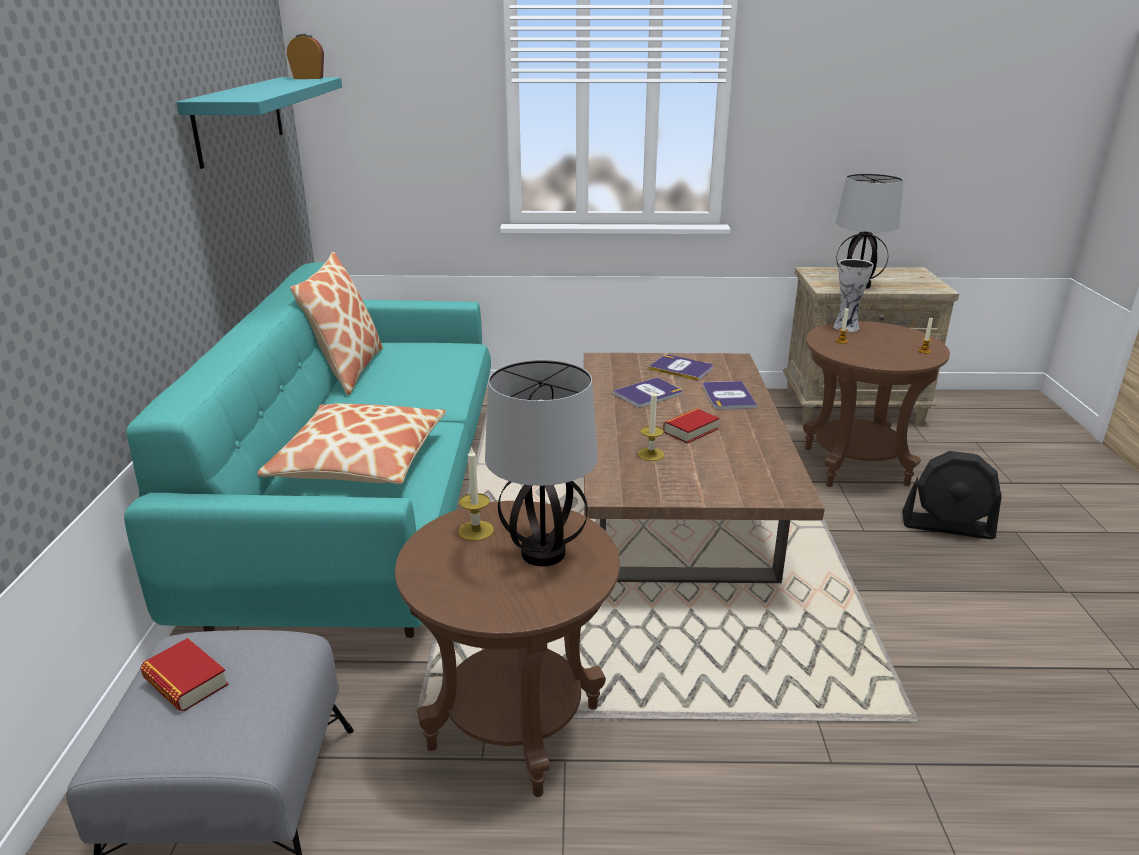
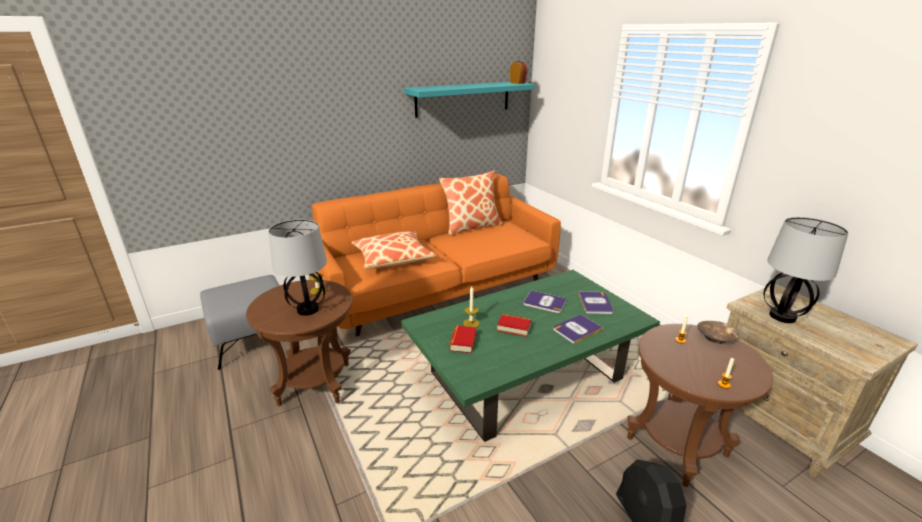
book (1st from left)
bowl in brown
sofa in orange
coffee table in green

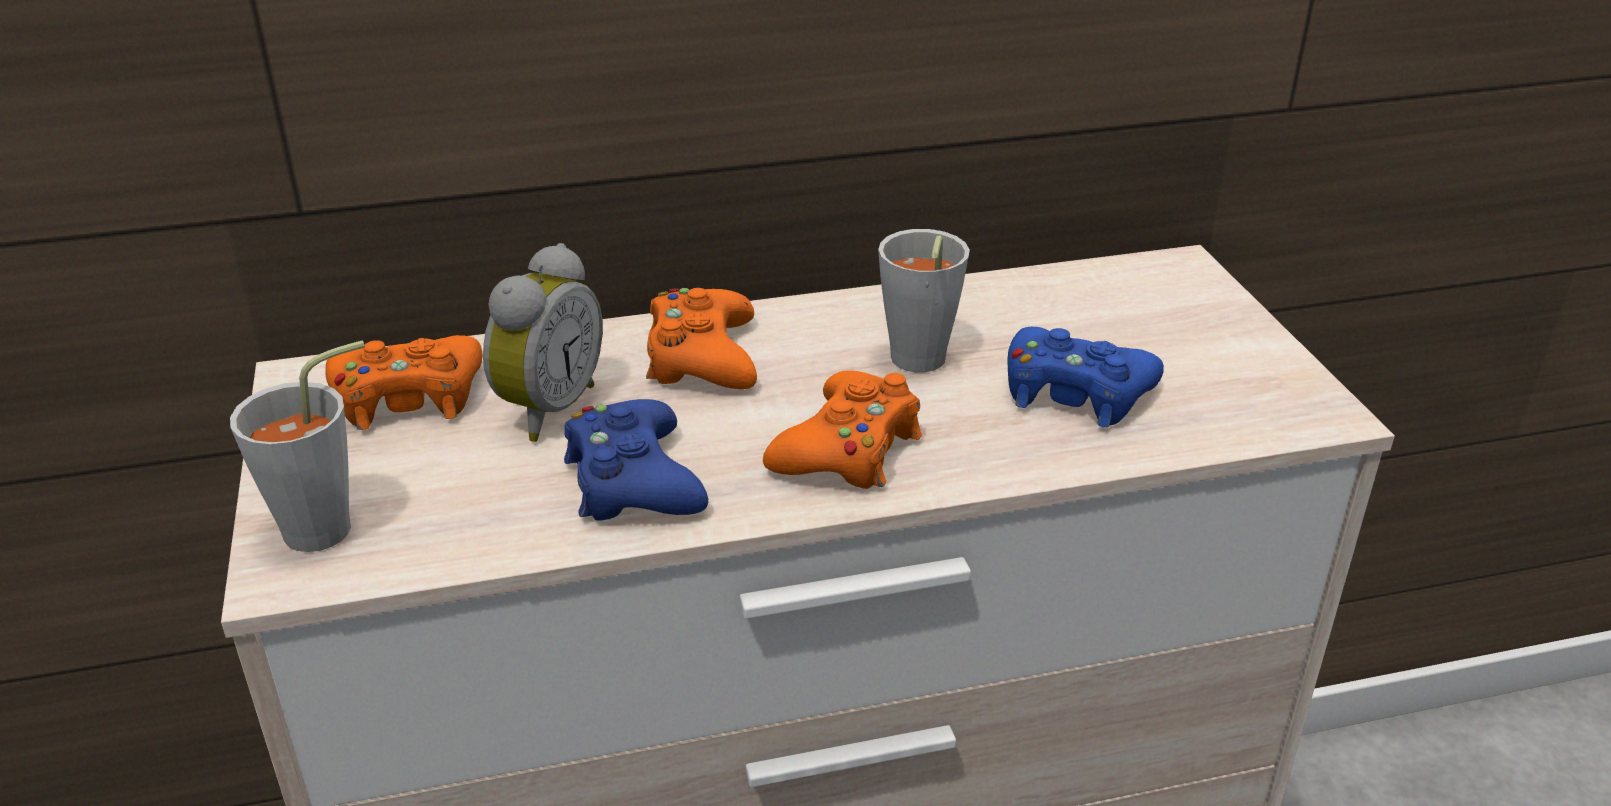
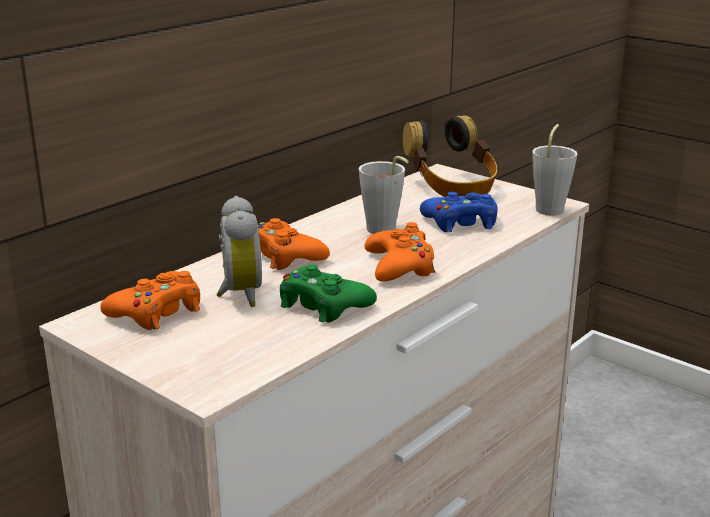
headphones
cup in grey (2nd from left)
game controller in green

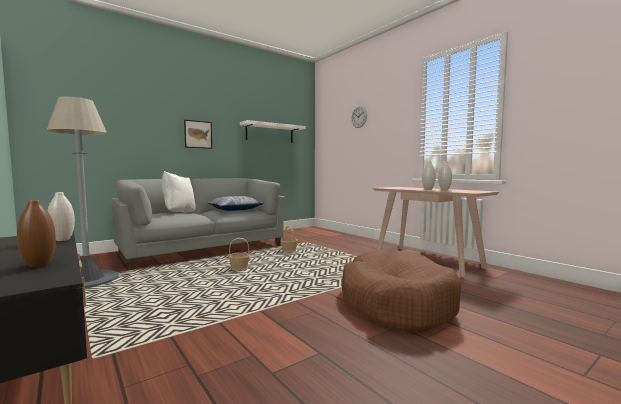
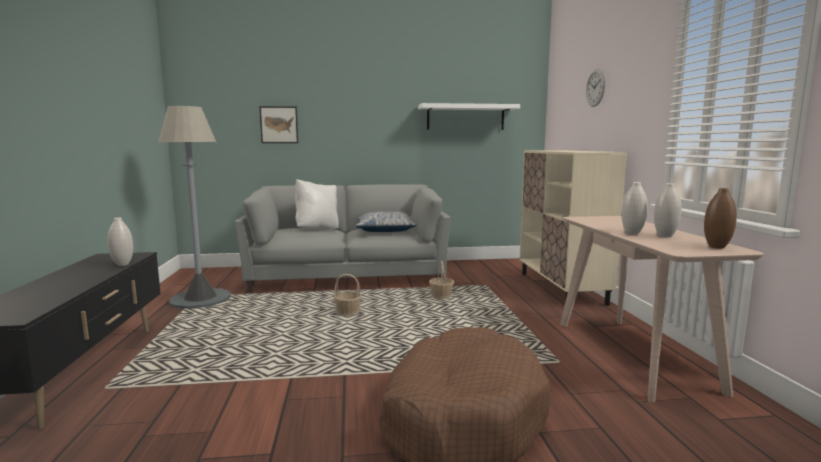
cabinet in beige
vase in brown
picture

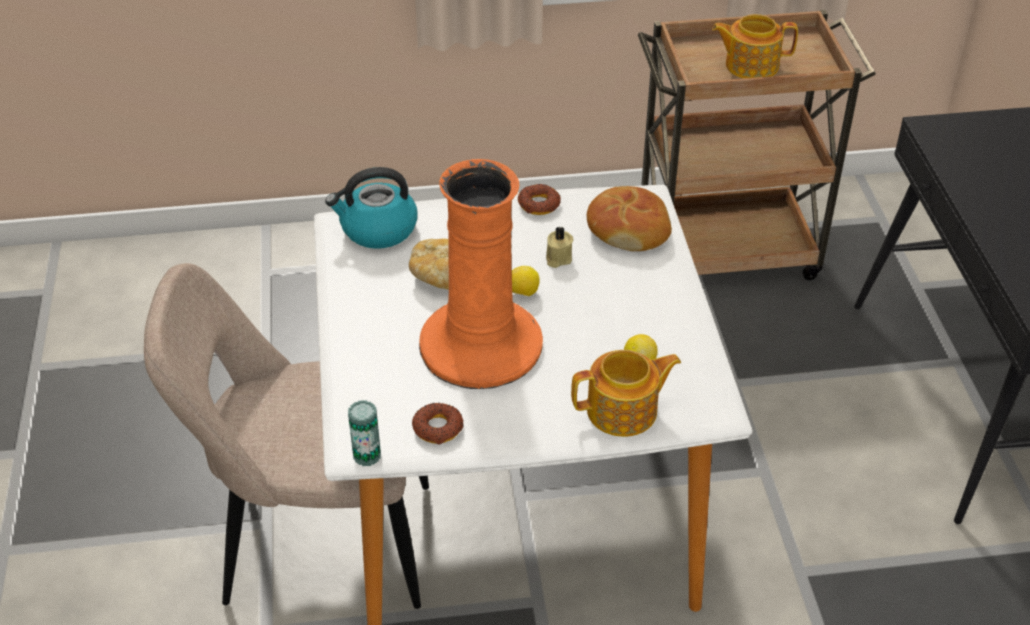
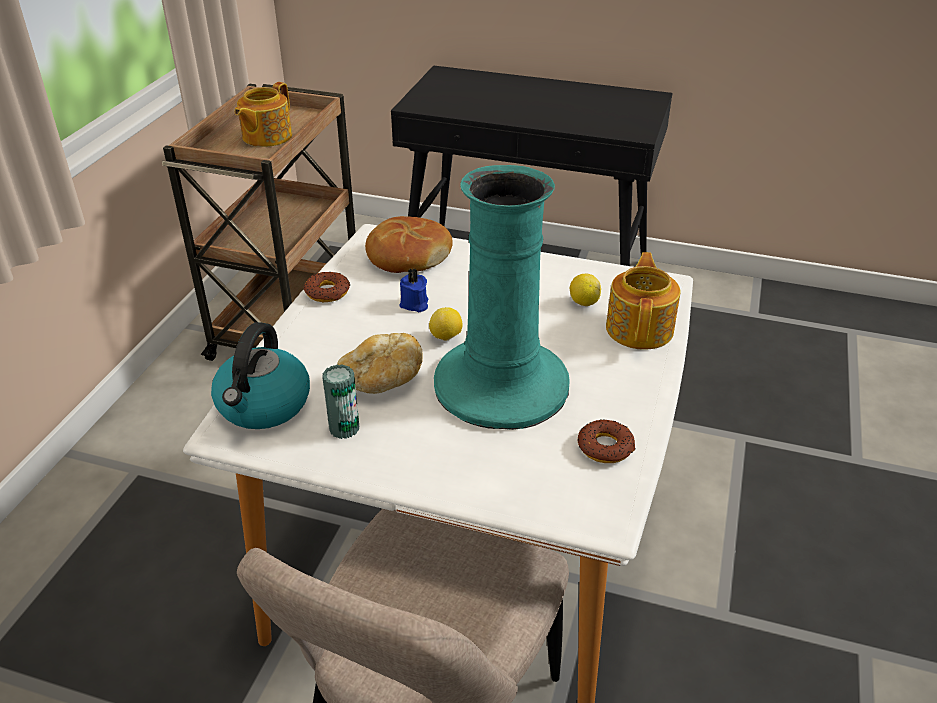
can
vase in turquoise
candle in blue

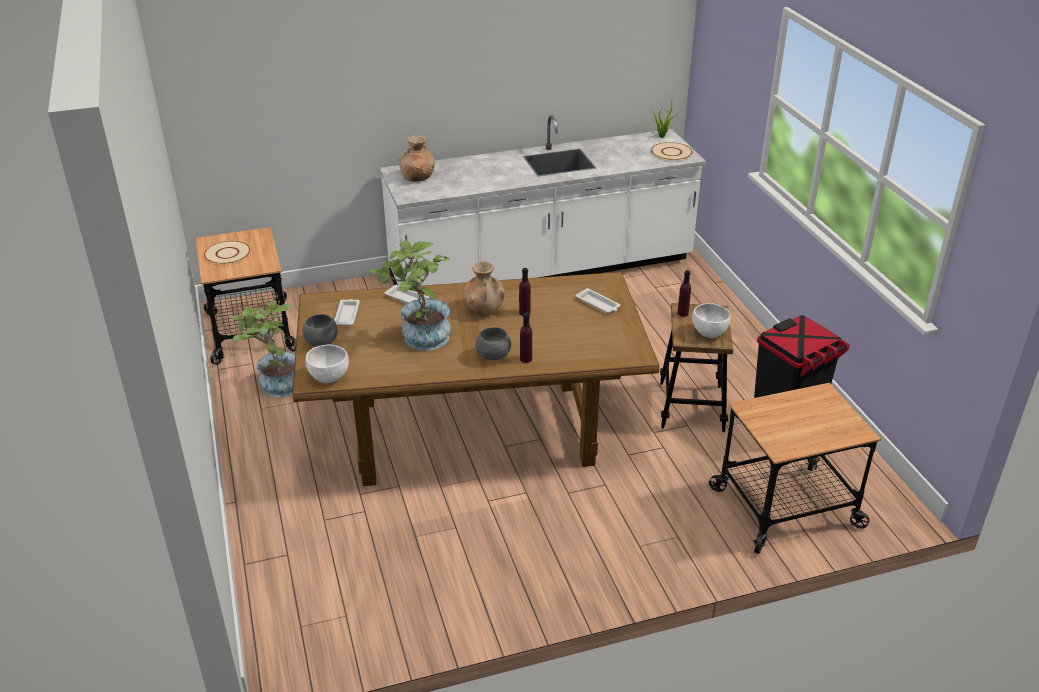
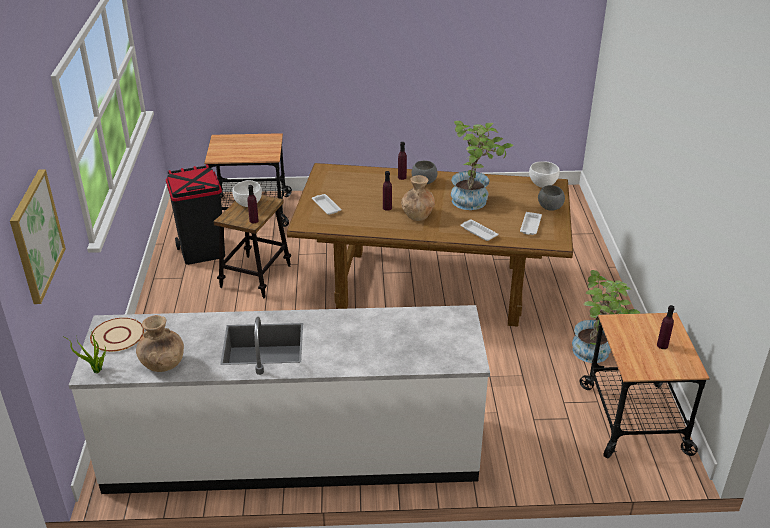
picture
vase in brown (1st from left)
bottle in purple (4th from left)

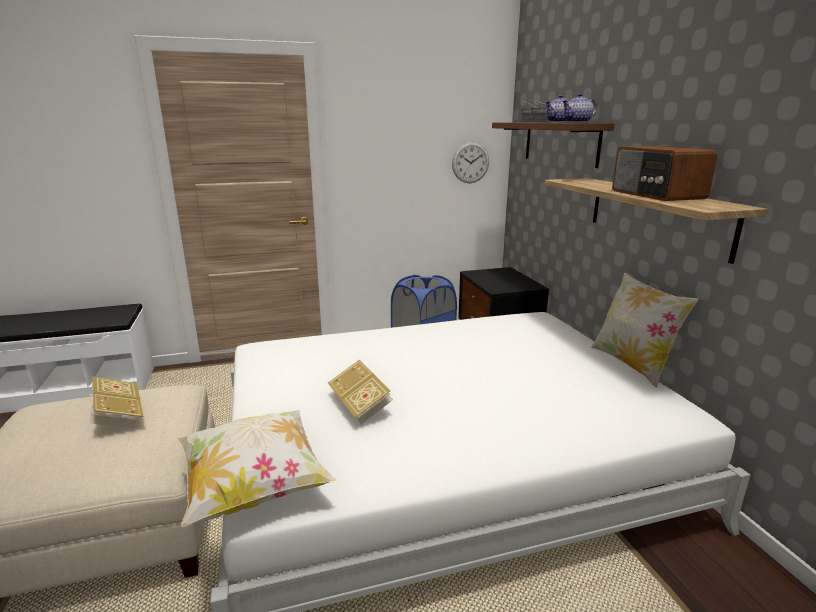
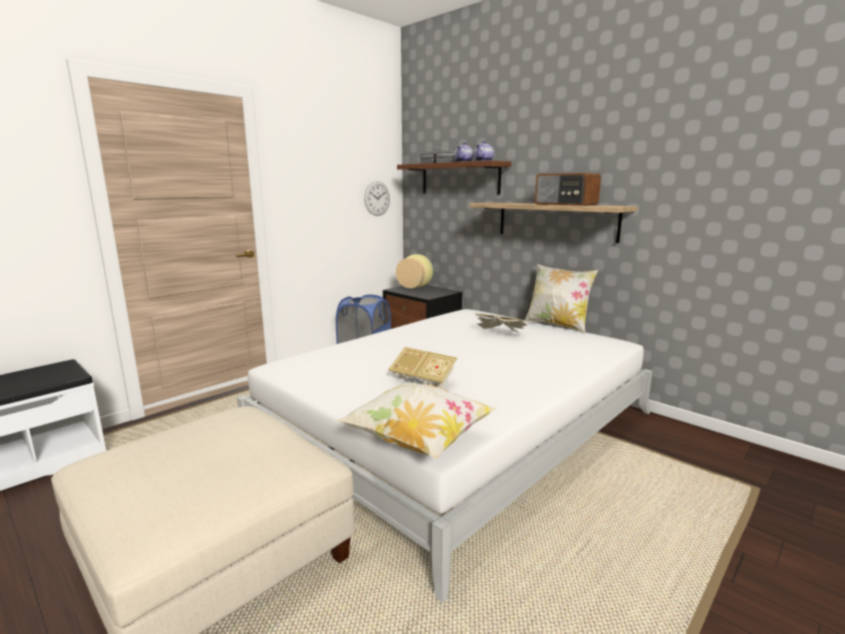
vase
book (2nd from left)

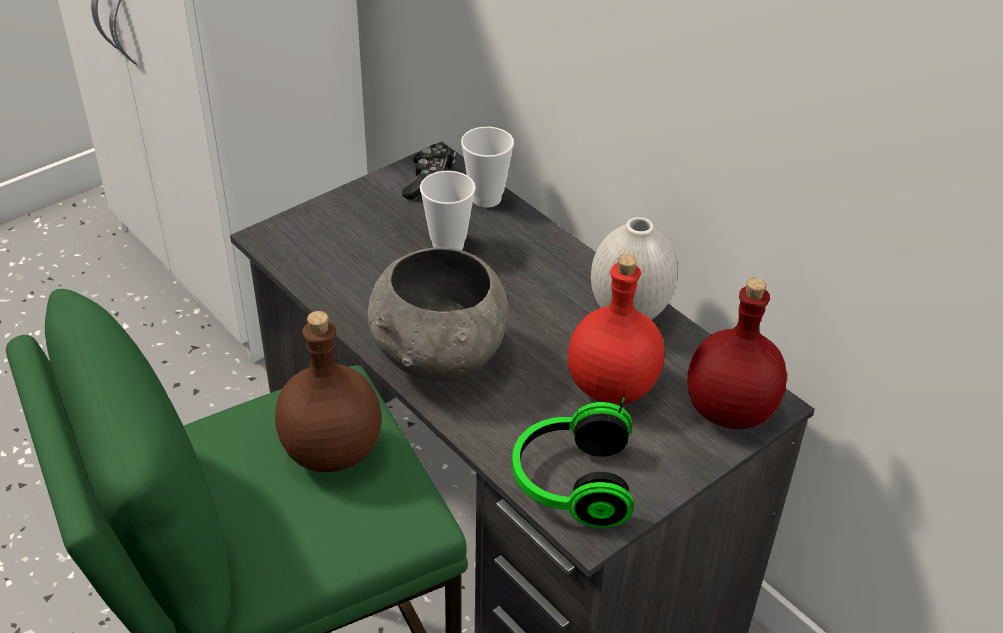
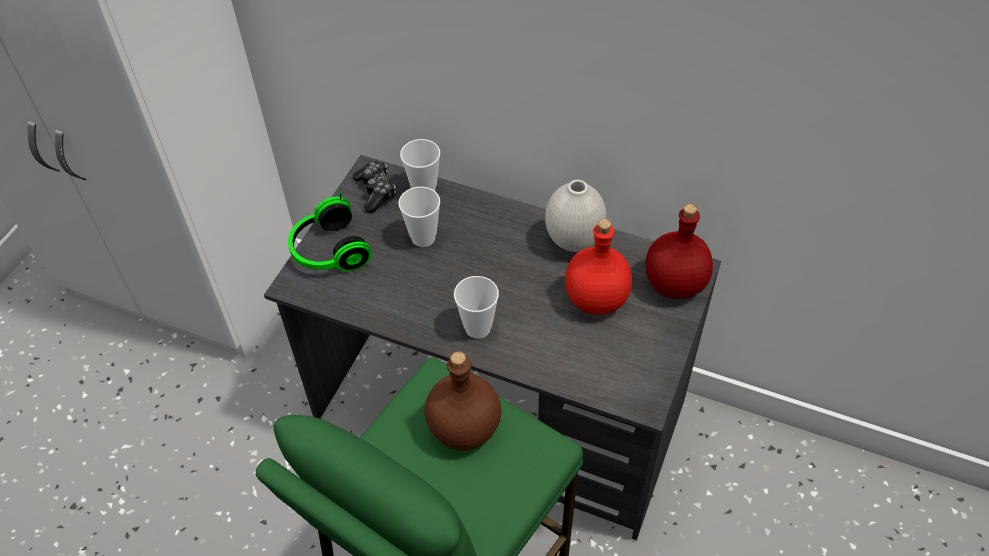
headphones
cup (3rd from left)

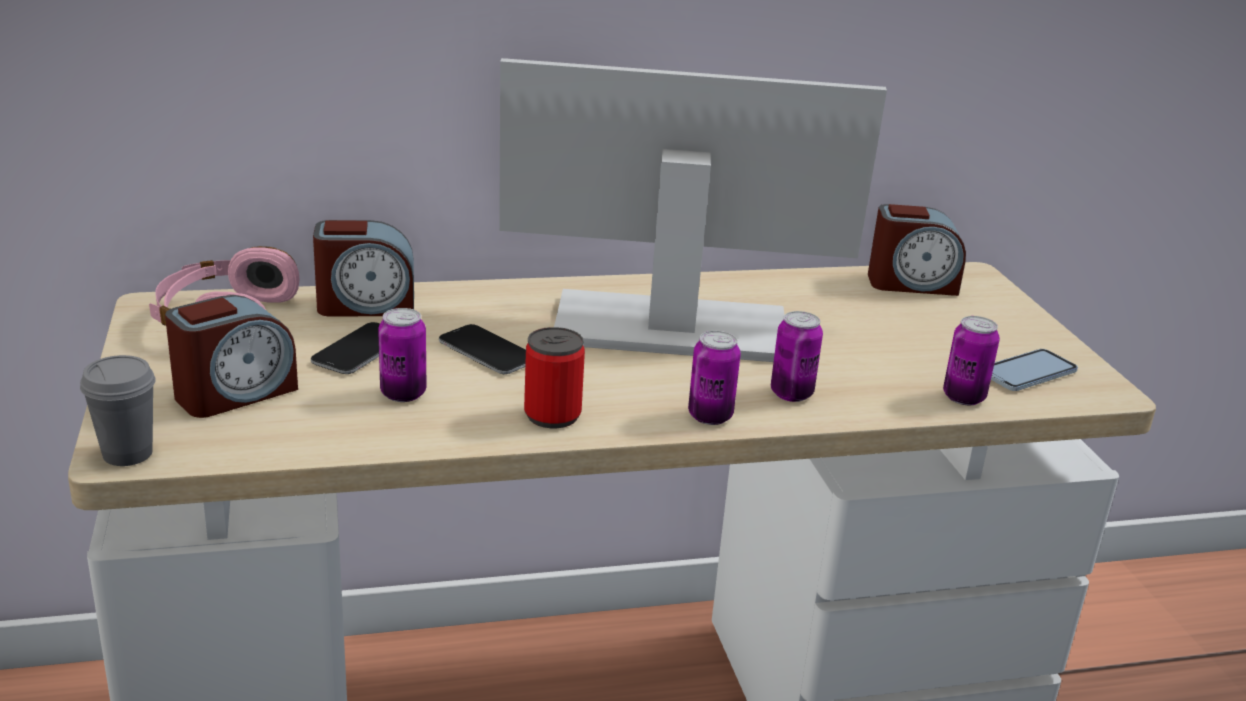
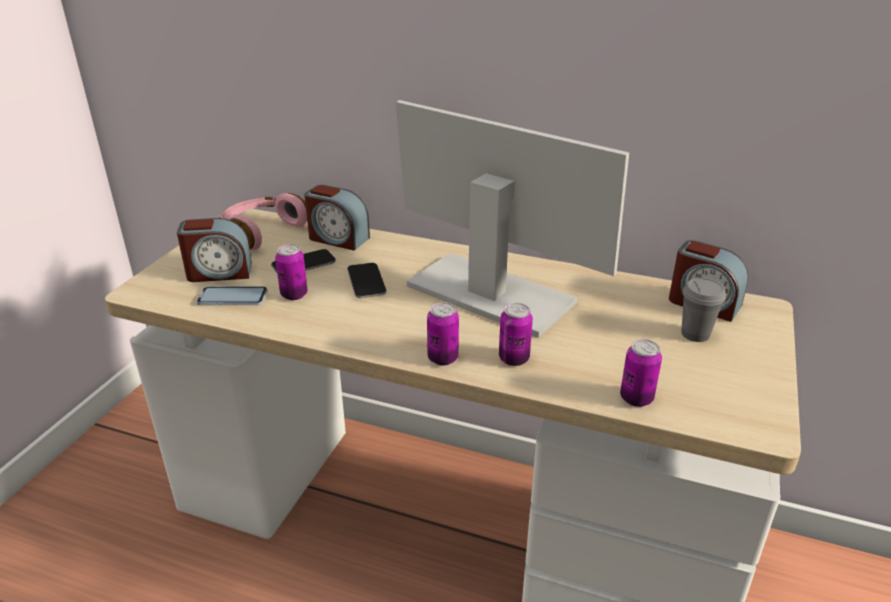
can (2nd from left in the first image)
cup in grey
phone (1st from left)

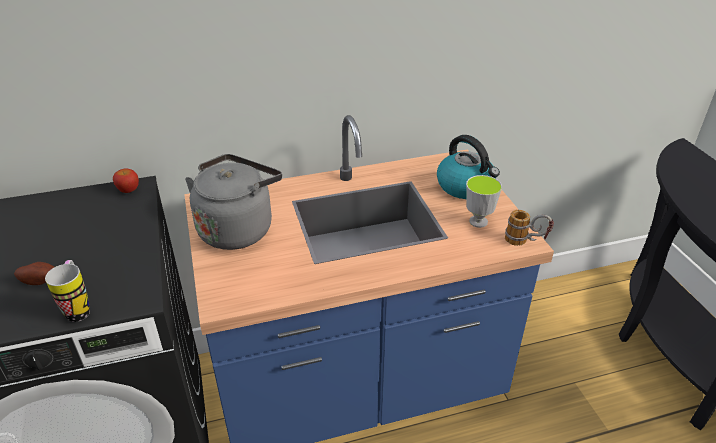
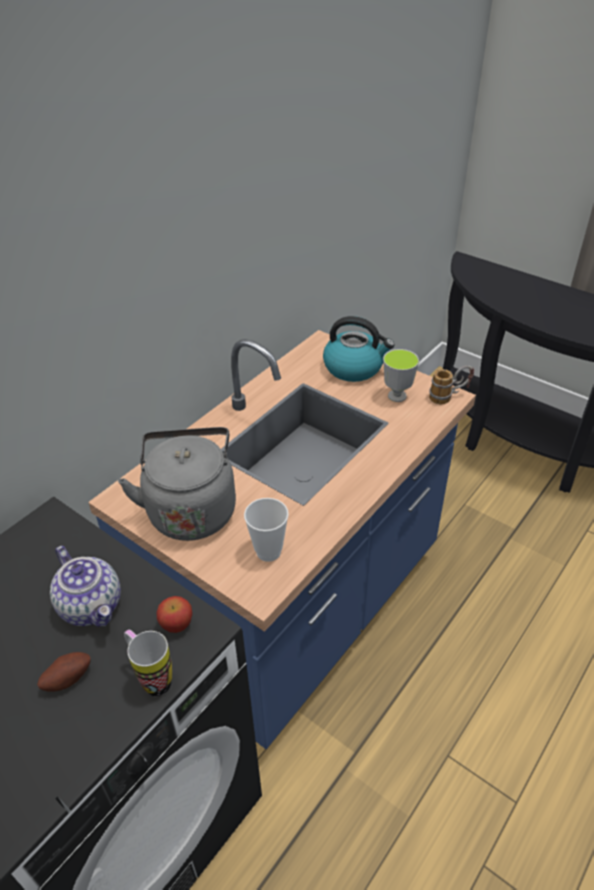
teapot
cup (1st from left)
apple

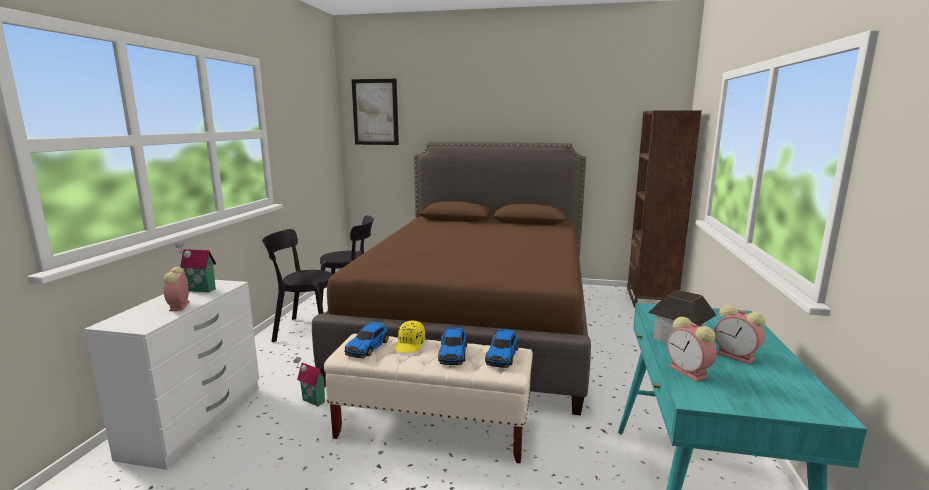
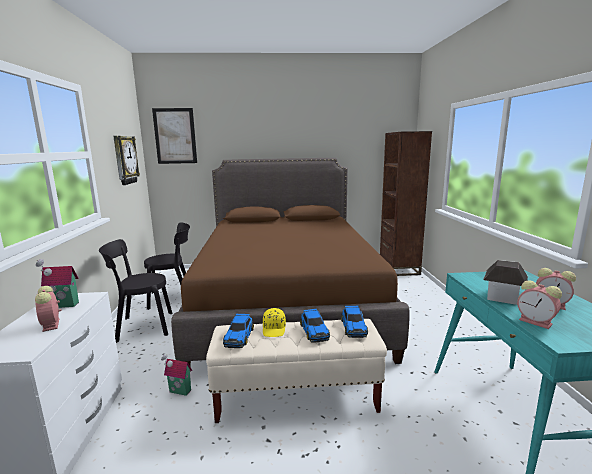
wall clock

